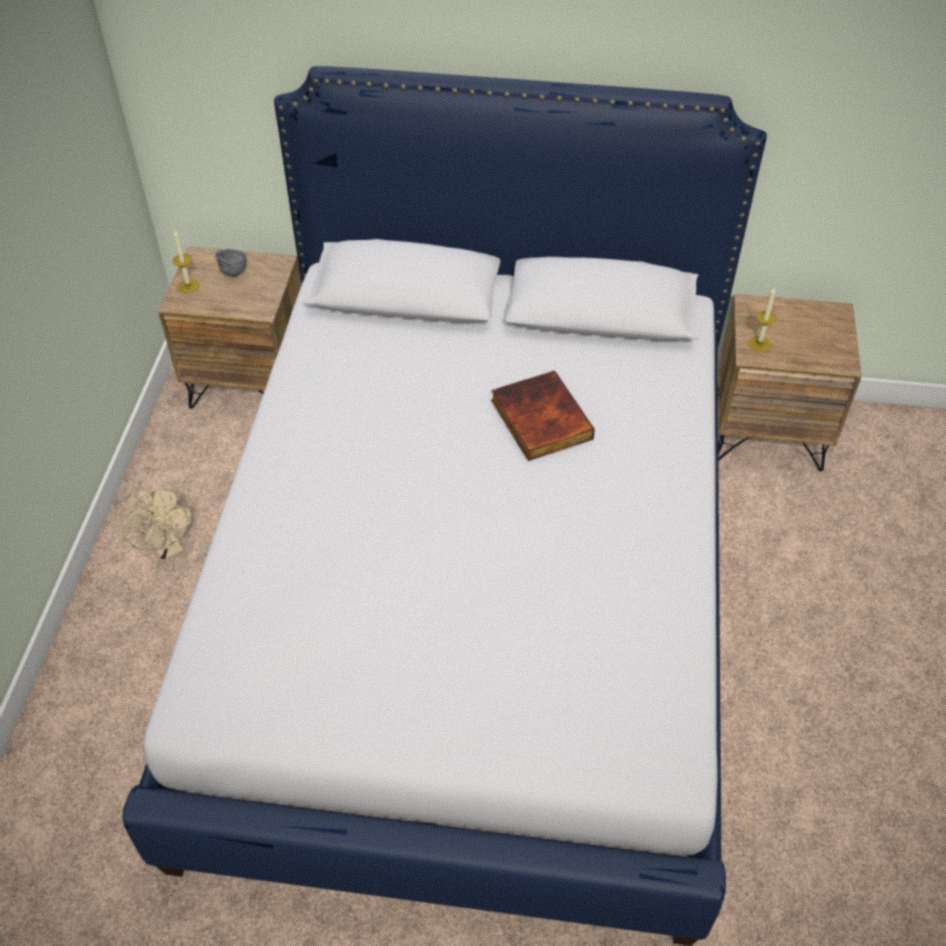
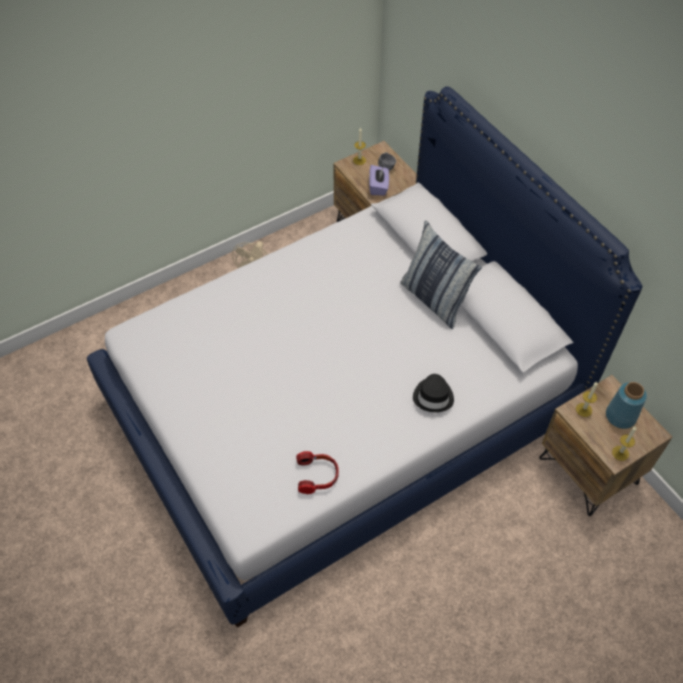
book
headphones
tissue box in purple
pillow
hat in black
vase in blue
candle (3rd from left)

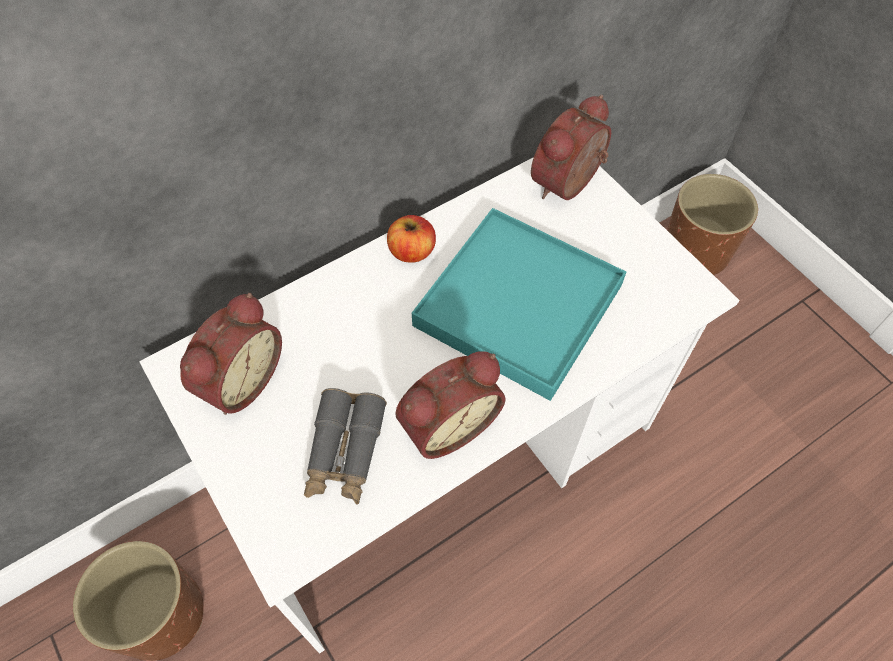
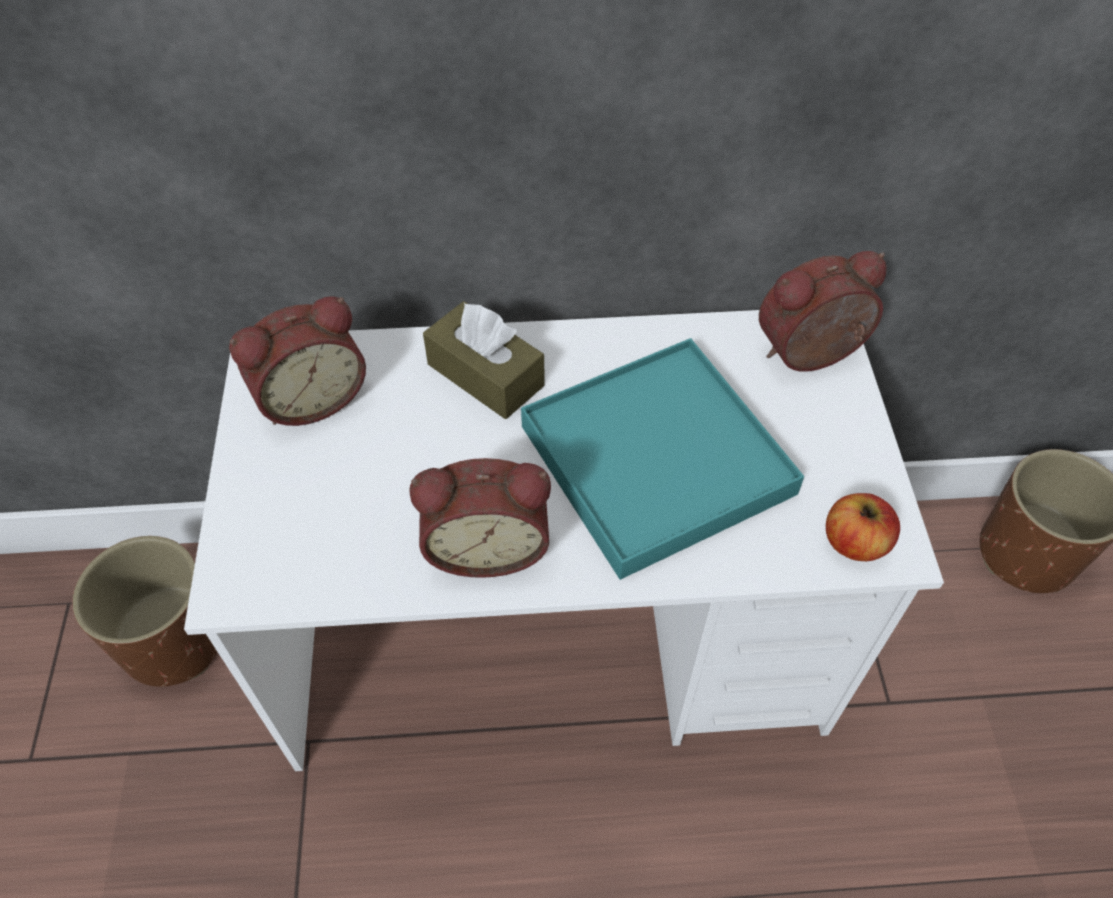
binoculars in grey
tissue box in brown
apple

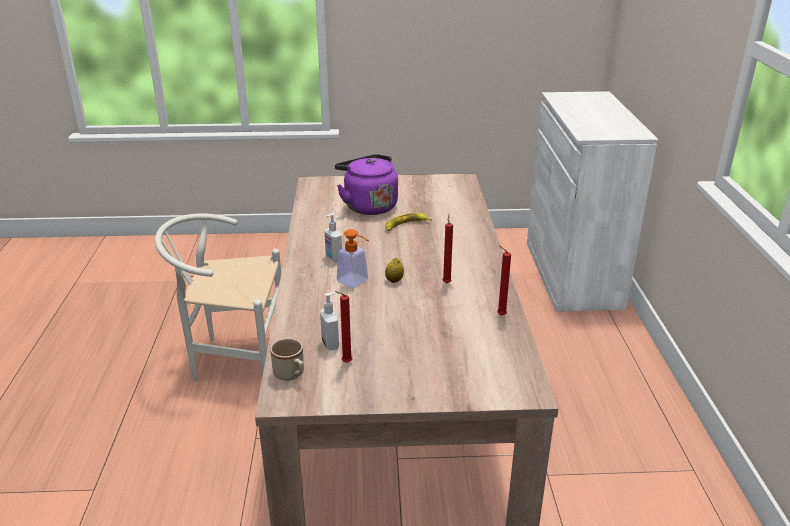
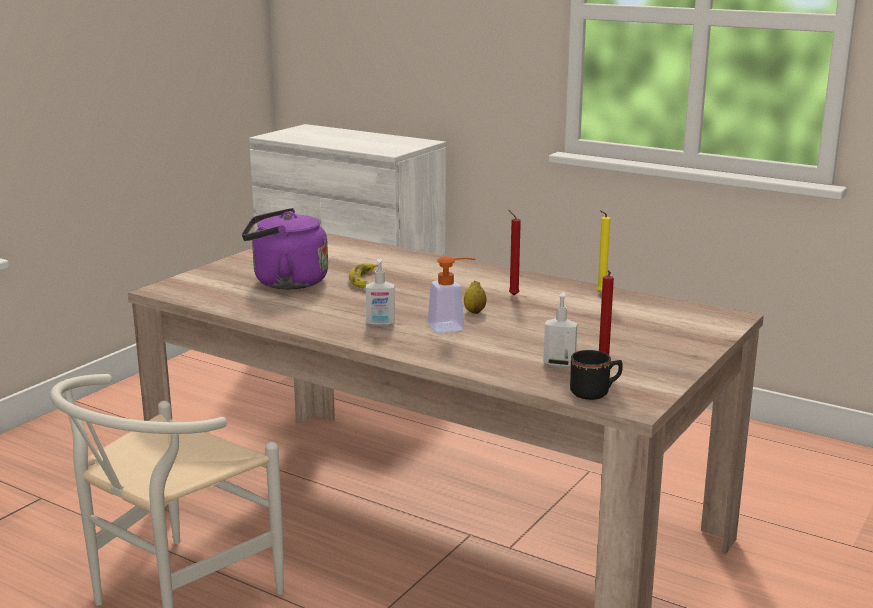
mug in black
candle in yellow

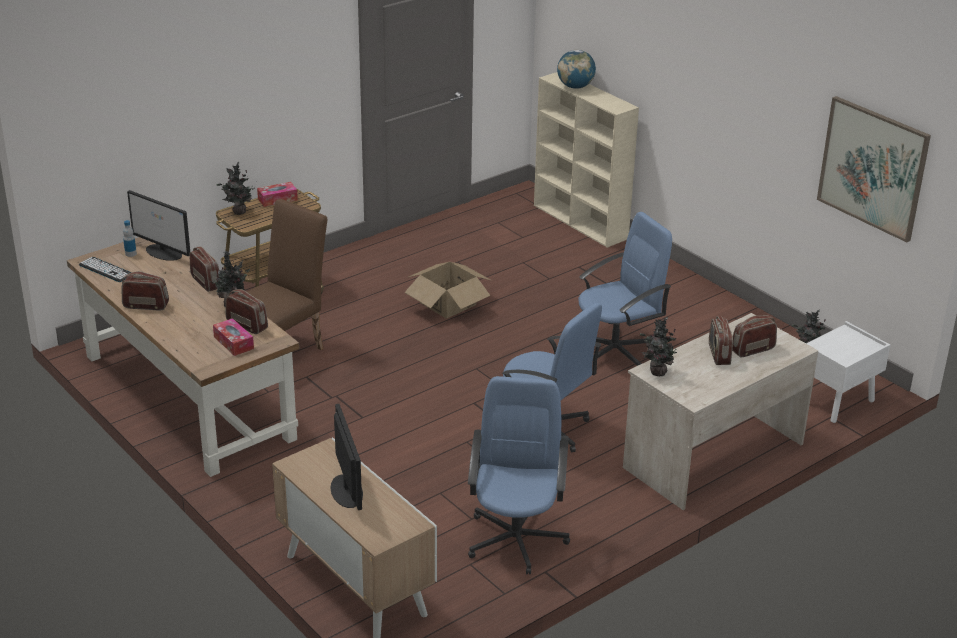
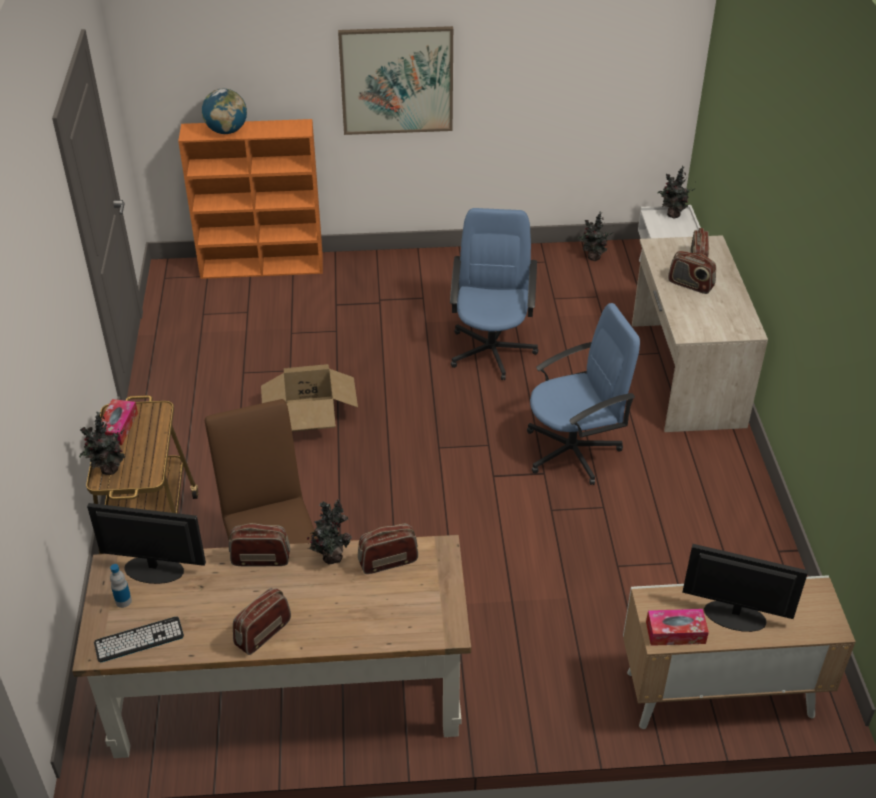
office chair in blue (1st from left in the first image)
tissue box (2nd from left)
potted plant (4th from left)
picture
bookcase in orange
monitor (1st from left)

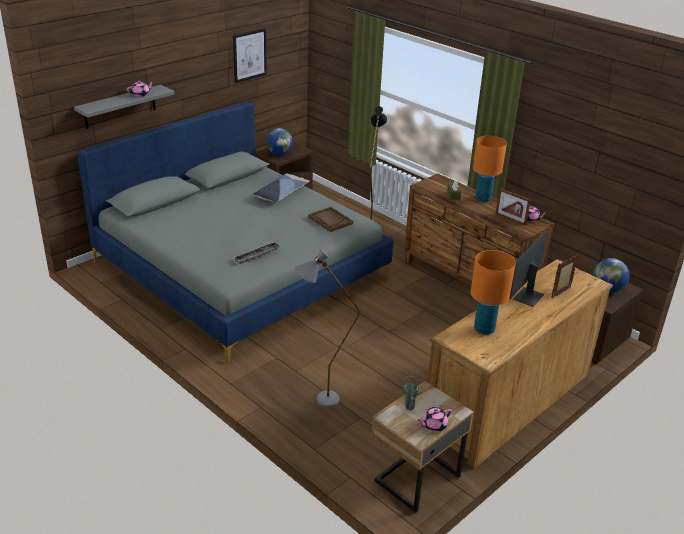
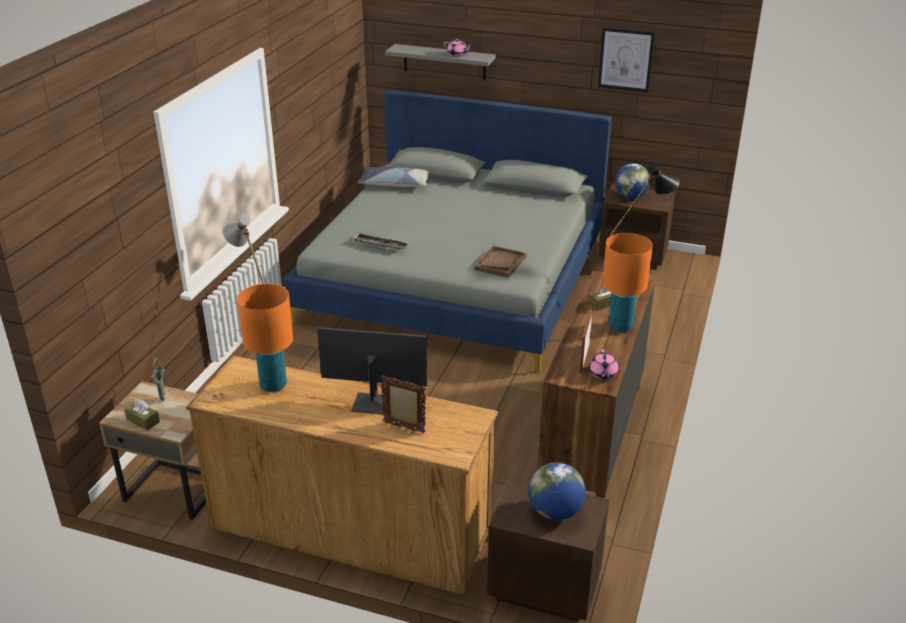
pillow
tissue box in brown (1st from left)

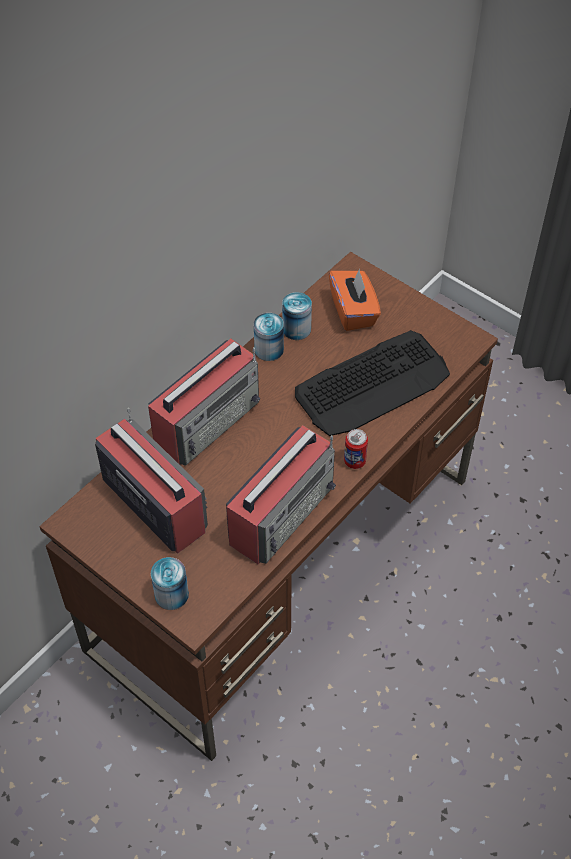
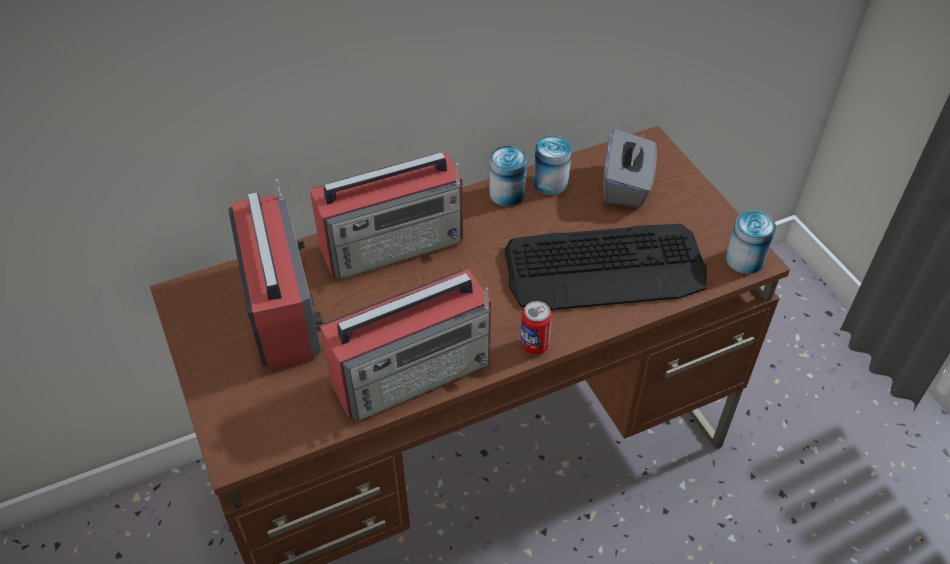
can (4th from left)
tissue box in grey

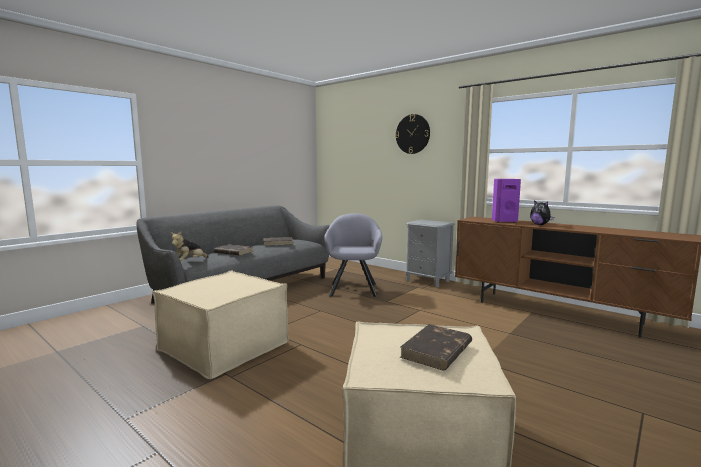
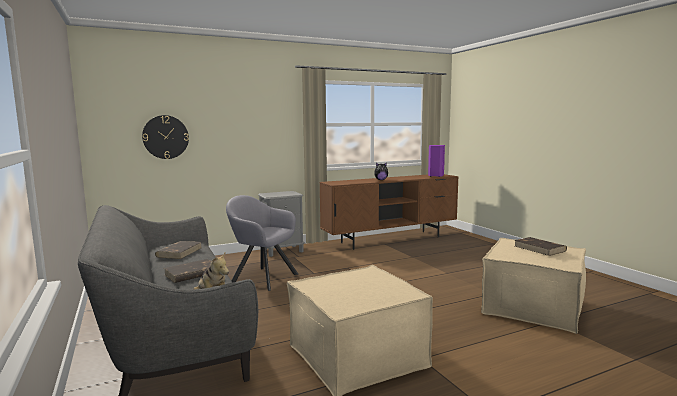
wall clock
speaker in purple

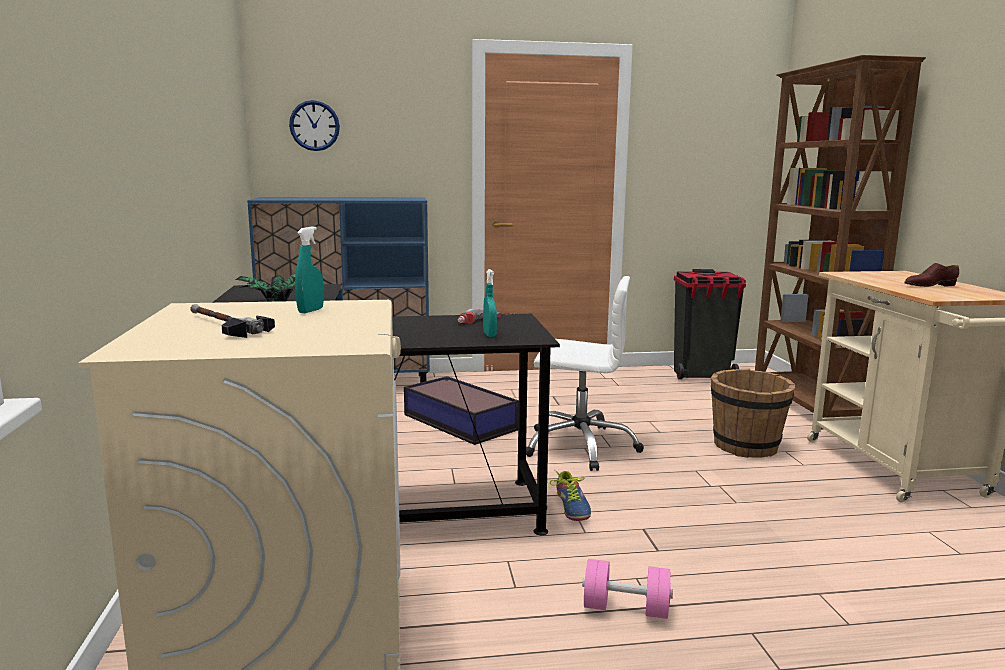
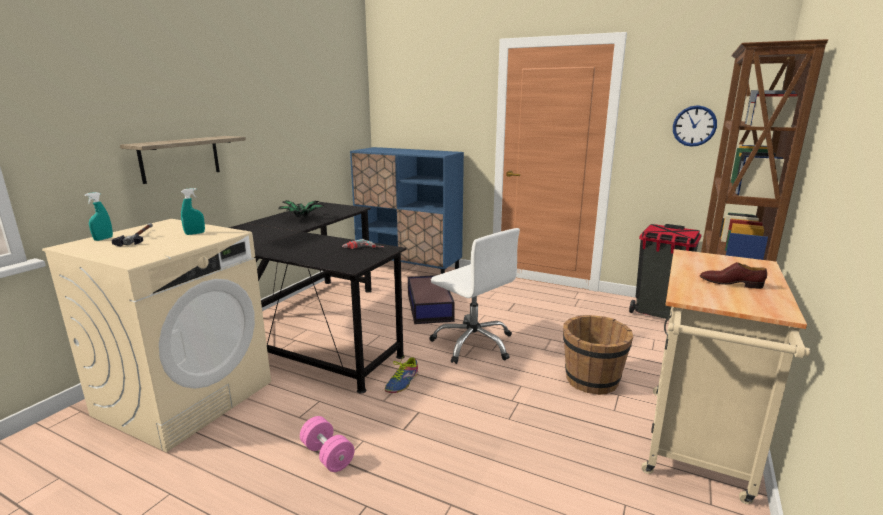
shelf
wall clock
spray bottle in turquoise (1st from left)

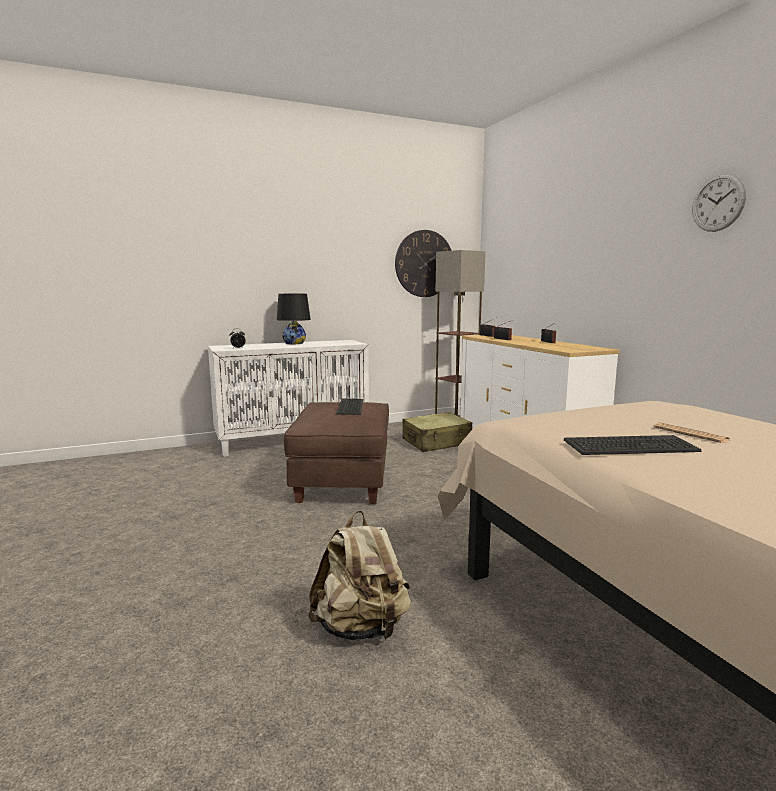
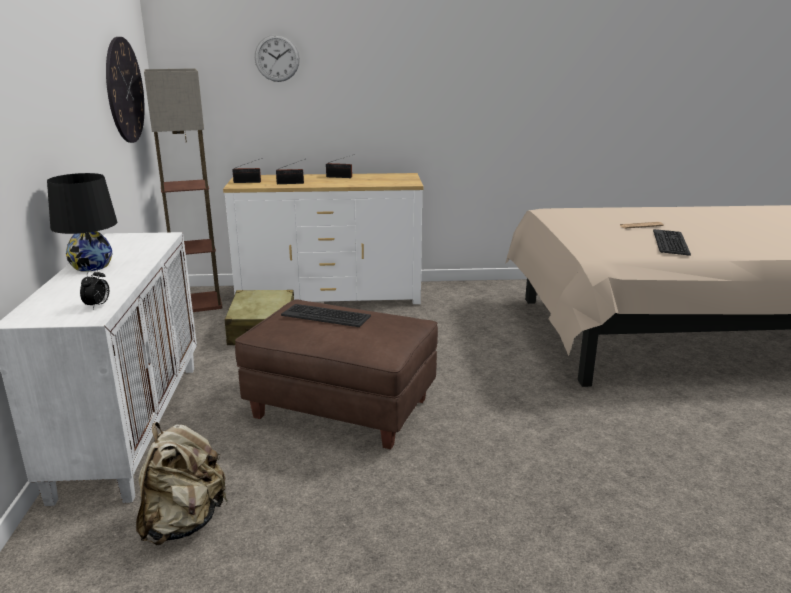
backpack in beige
wall clock (2nd from left)

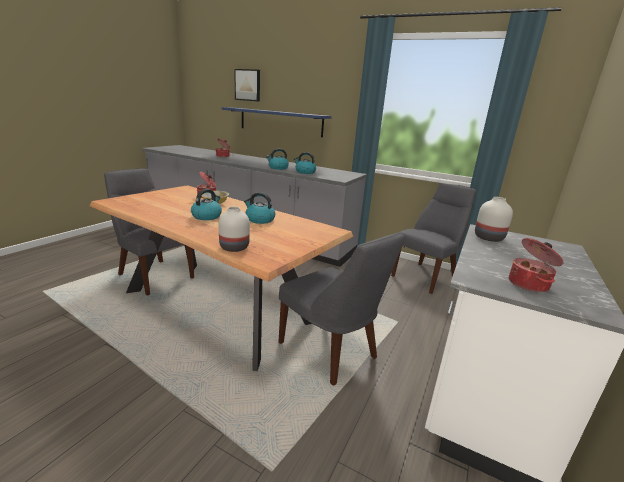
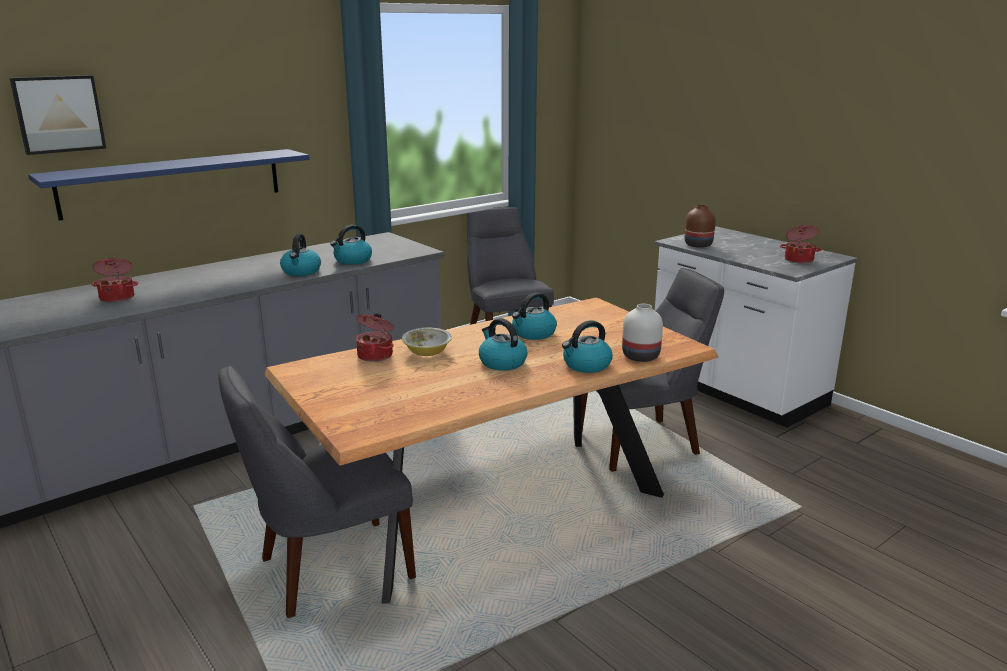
kettle (5th from left)
vase in brown

